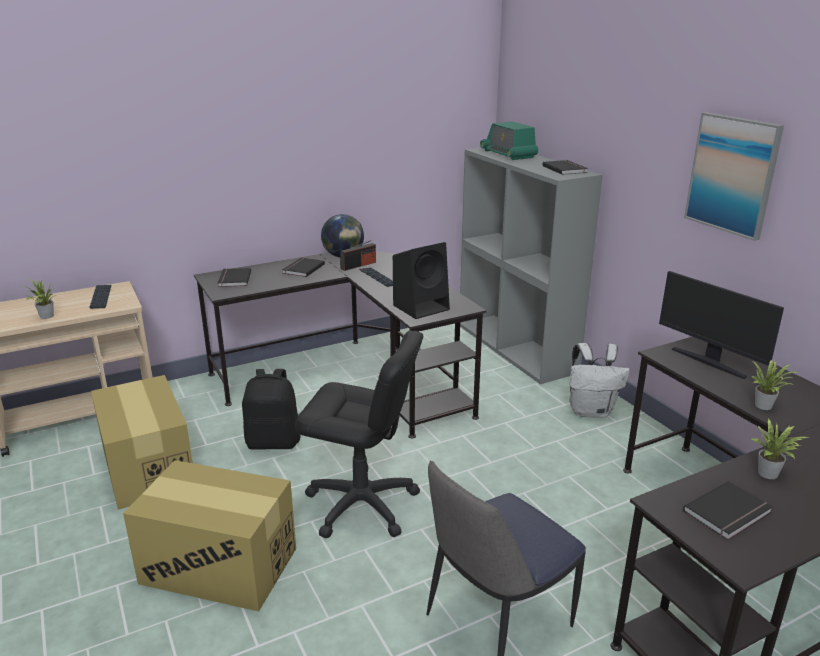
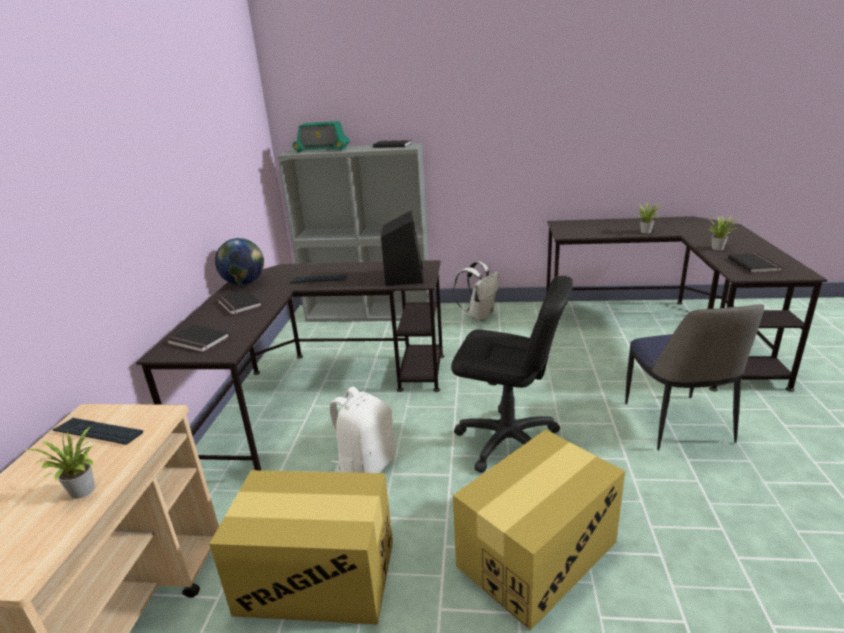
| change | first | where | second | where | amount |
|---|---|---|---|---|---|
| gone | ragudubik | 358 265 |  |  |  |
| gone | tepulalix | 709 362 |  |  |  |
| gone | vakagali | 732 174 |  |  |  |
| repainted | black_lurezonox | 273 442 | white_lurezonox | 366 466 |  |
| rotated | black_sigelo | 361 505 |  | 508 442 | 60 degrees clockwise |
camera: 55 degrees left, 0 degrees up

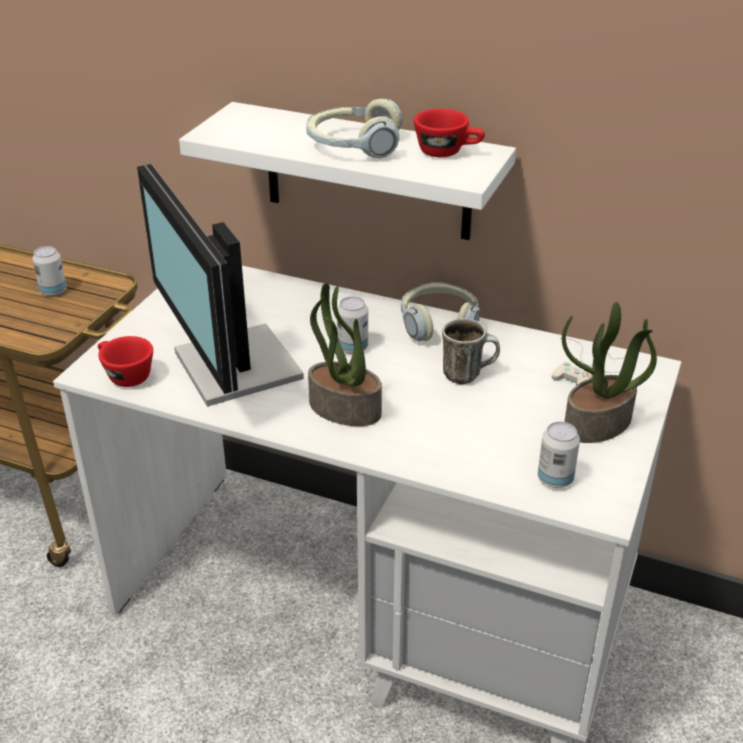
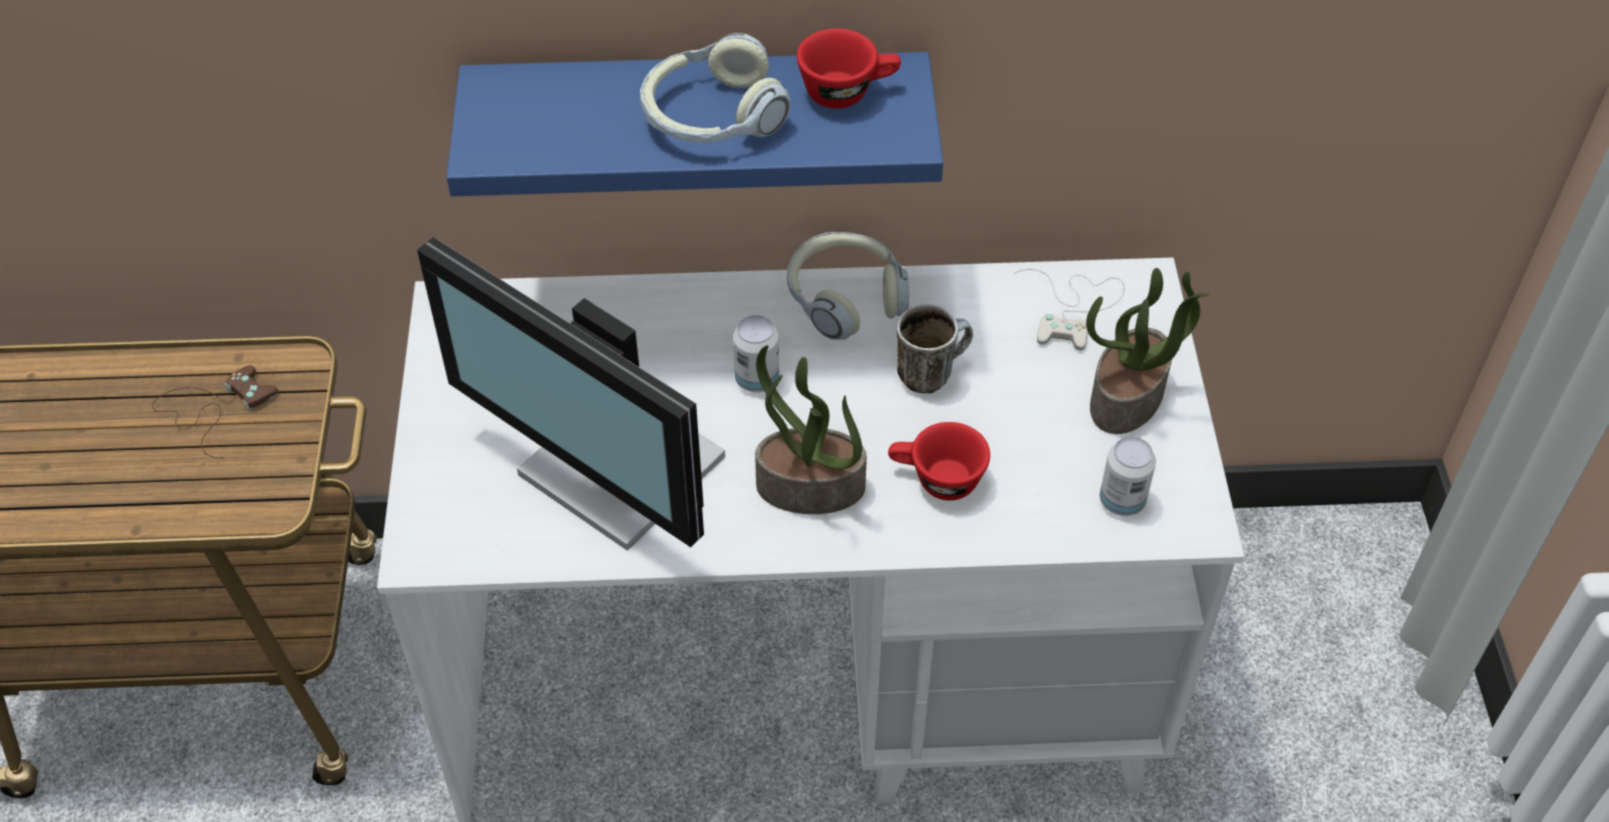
| change | first | where | second | where | amount |
|---|---|---|---|---|---|
| shifted | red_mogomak | 124 375 |  | 936 480 |  |
| swapped | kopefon | 53 291 | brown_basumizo | 213 409 |  |
| repainted | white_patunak | 367 172 | blue_patunak | 698 119 |  |
camera: 25 degrees left, 15 degrees up

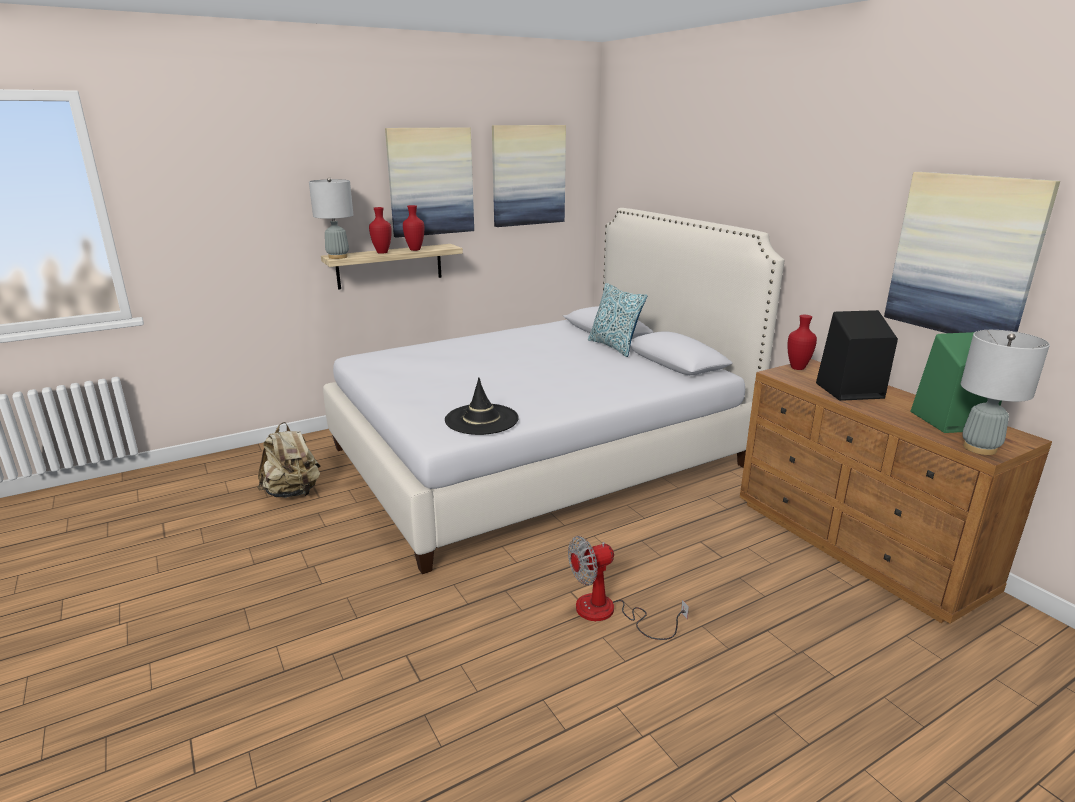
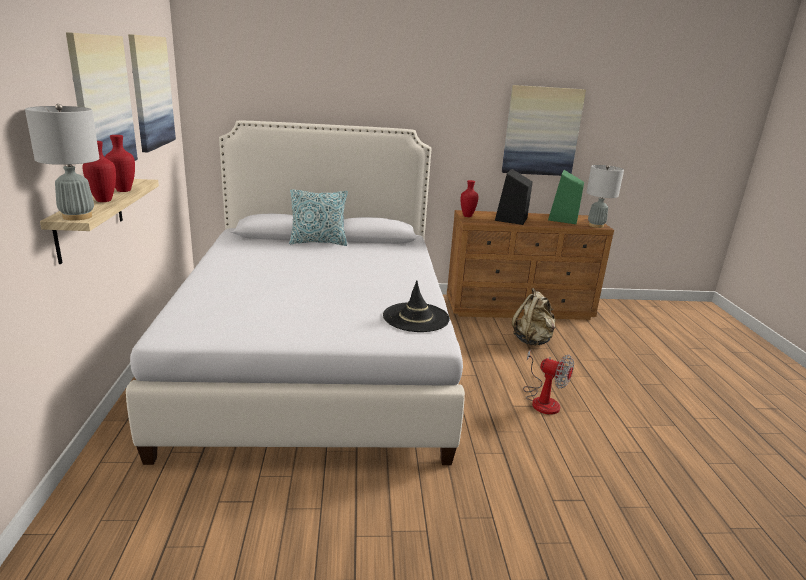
| change | first | where | second | where | amount |
|---|---|---|---|---|---|
| shifted | beige_lurezonox | 293 493 |  | 532 340 |  |
| rotated | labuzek | 608 613 |  | 542 400 | 60 degrees counterclockwise |
camera: 65 degrees left, 0 degrees up

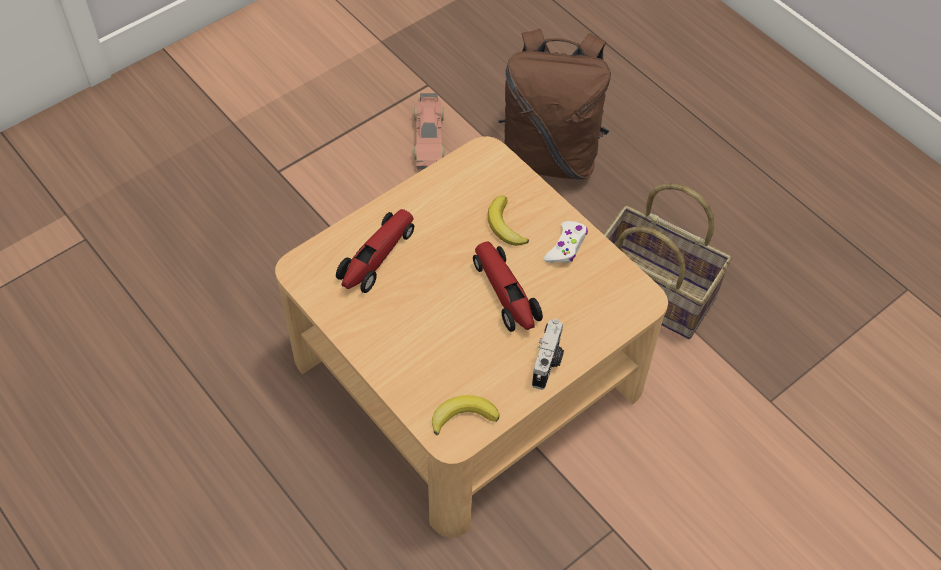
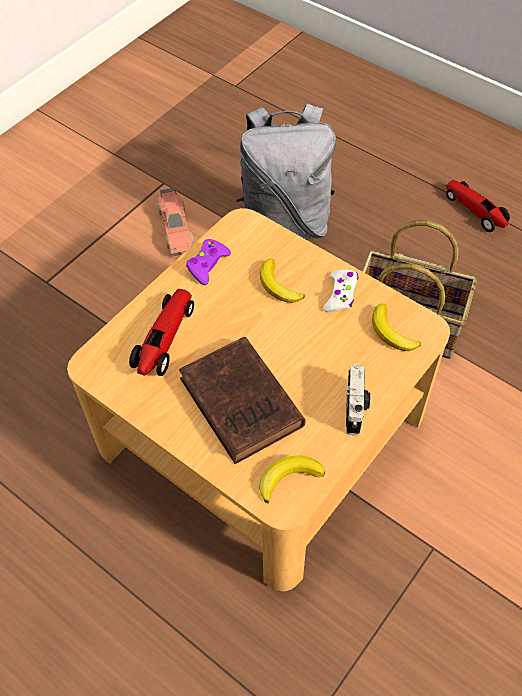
| change | first | where | second | where | amount |
|---|---|---|---|---|---|
| new |  |  | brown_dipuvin | 243 405 |  |
| new |  |  | purple_basumizo | 207 265 |  |
| new |  |  | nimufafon | 391 332 |  |
| shifted | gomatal | 506 294 |  | 475 211 |  |
| repainted | brown_lurezonox | 550 155 | grey_lurezonox | 285 223 |  |
camera: 10 degrees left, 0 degrees up

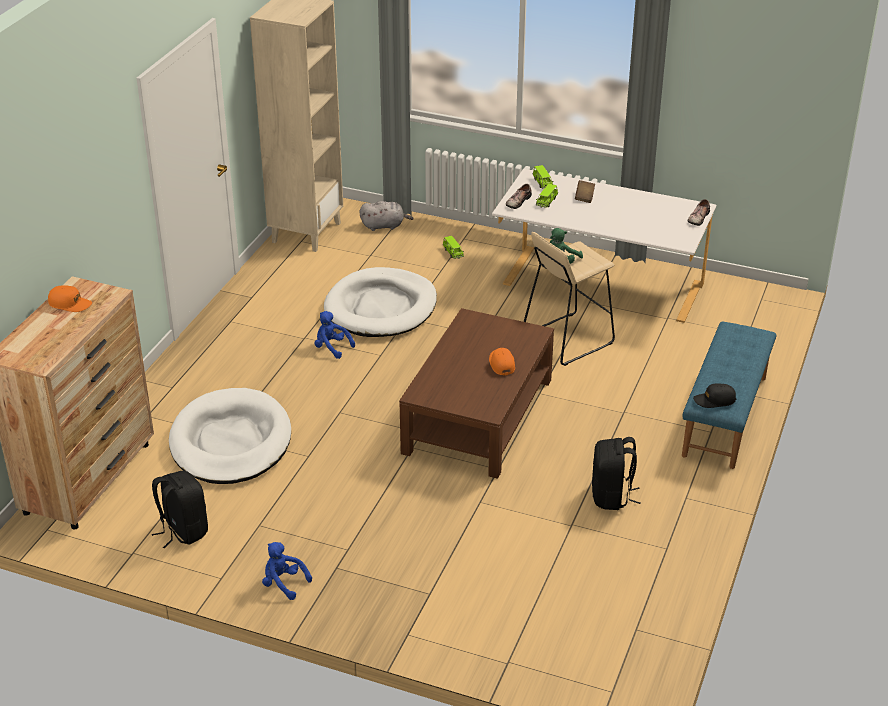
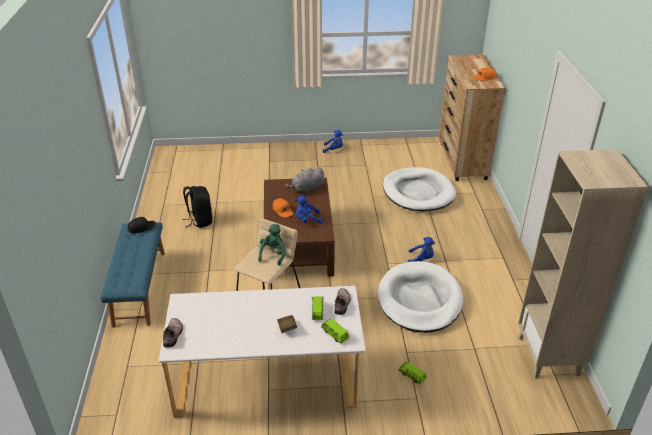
| change | first | where | second | where | amount |
|---|---|---|---|---|---|
| gone | black_lurezonox | 183 531 |  |  |  |
| new |  |  | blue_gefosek | 307 220 |  |
| shifted | grey_gefosek | 384 226 |  | 307 189 |  |
camera: 155 degrees right, 0 degrees up

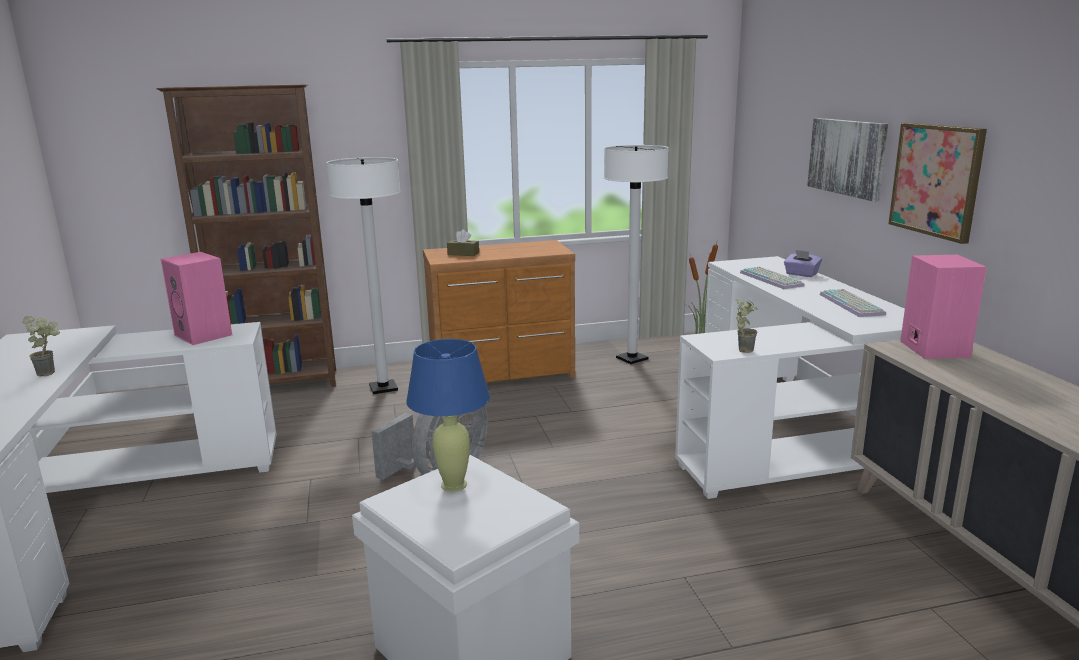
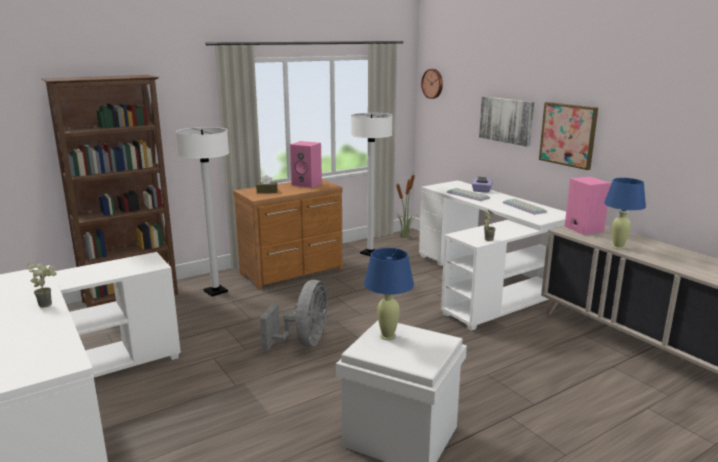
| change | first | where | second | where | amount |
|---|---|---|---|---|---|
| new |  |  | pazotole | 433 83 |  |
| new |  |  | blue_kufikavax | 618 247 |  |
| shifted | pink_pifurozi | 205 335 |  | 307 184 |  |
camera: 20 degrees left, 0 degrees up

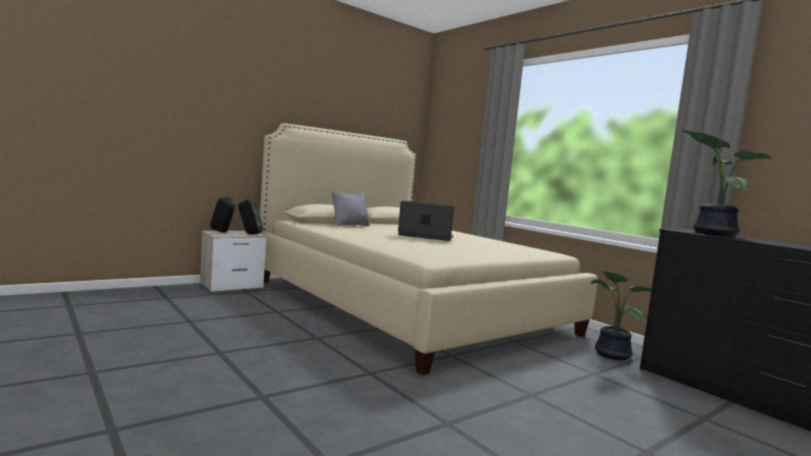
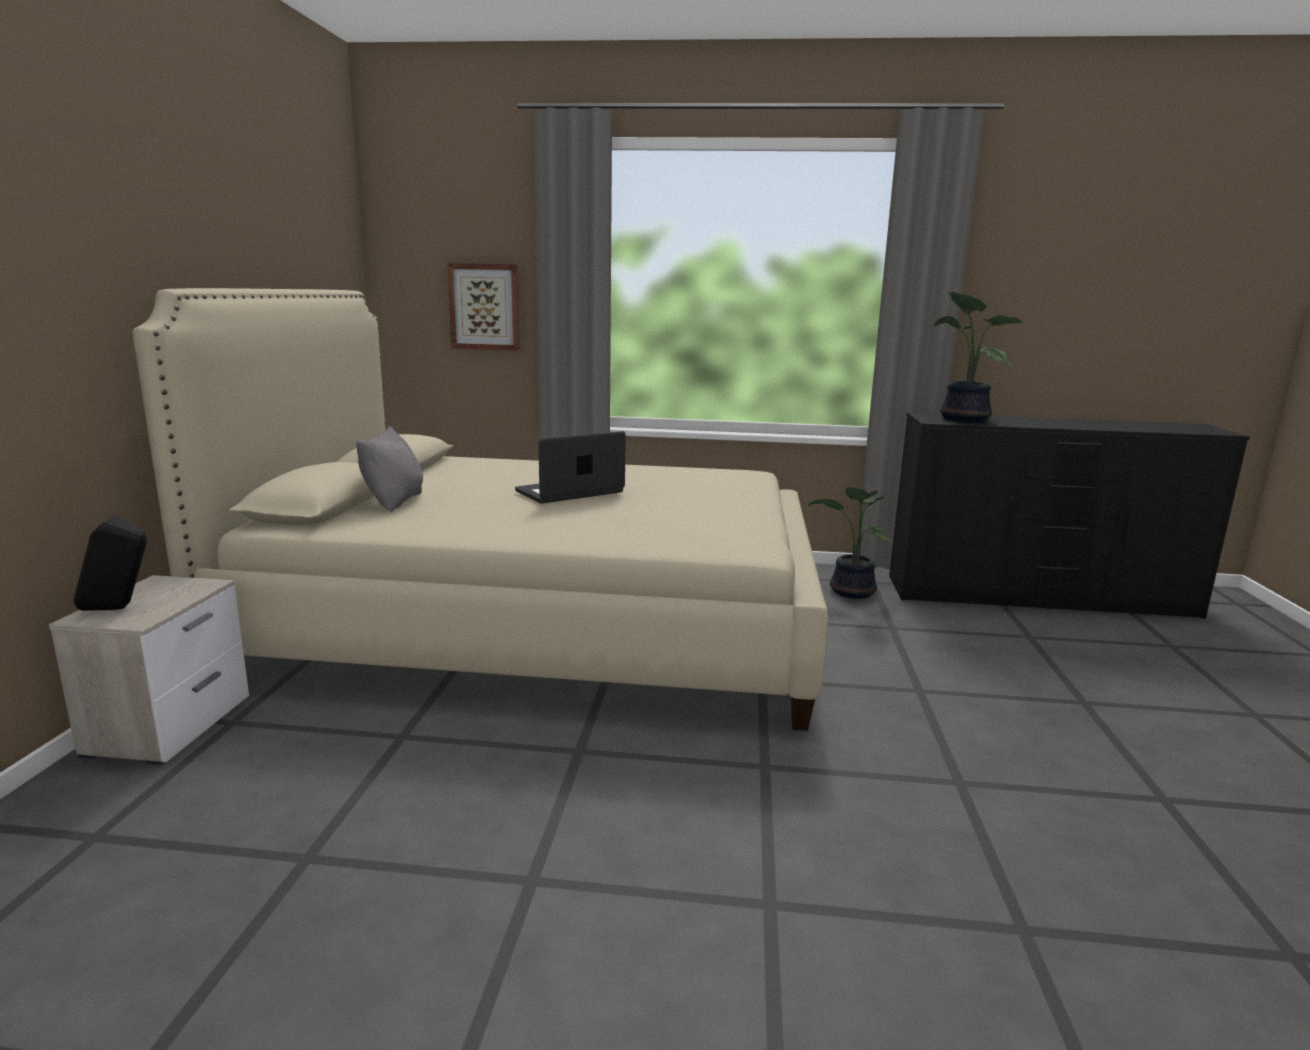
| change | first | where | second | where | amount |
|---|---|---|---|---|---|
| gone | black_pifurozi | 249 234 |  |  |  |
| new |  |  | vakagali | 485 307 |  |
camera: 45 degrees left, 10 degrees up

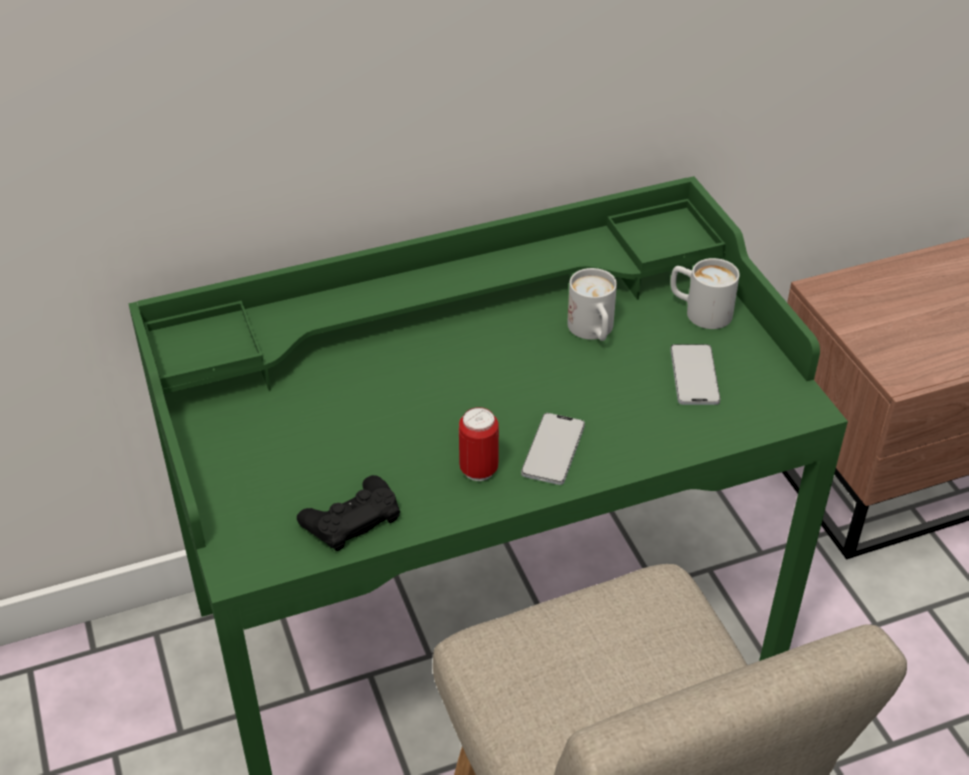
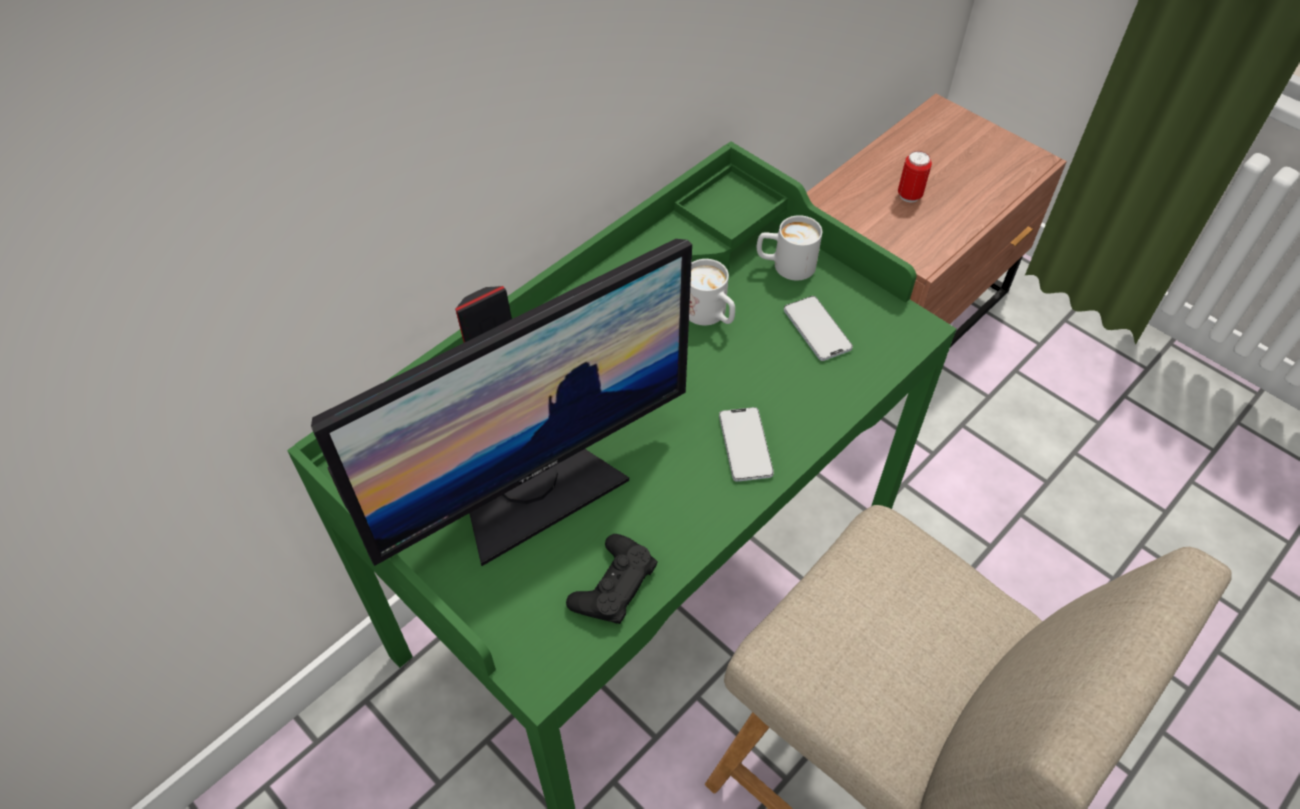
| change | first | where | second | where | amount |
|---|---|---|---|---|---|
| new |  |  | tepulalix | 534 491 |  |
| shifted | kopefon | 478 470 |  | 909 195 |  |
camera: 25 degrees left, 10 degrees up

